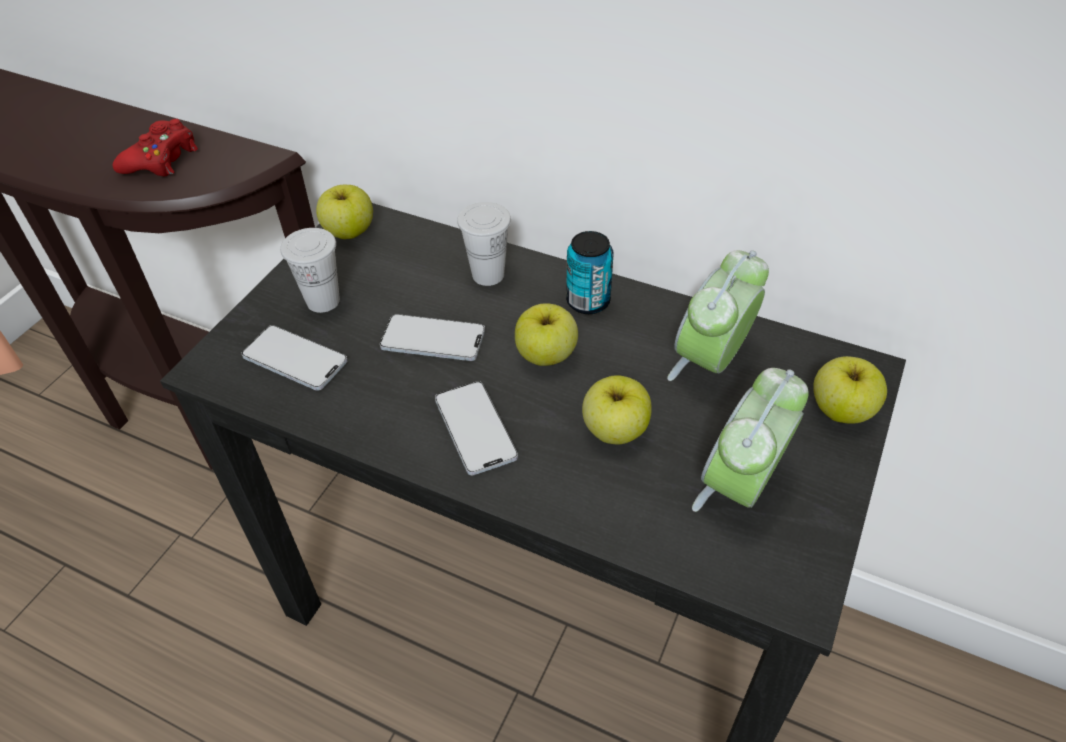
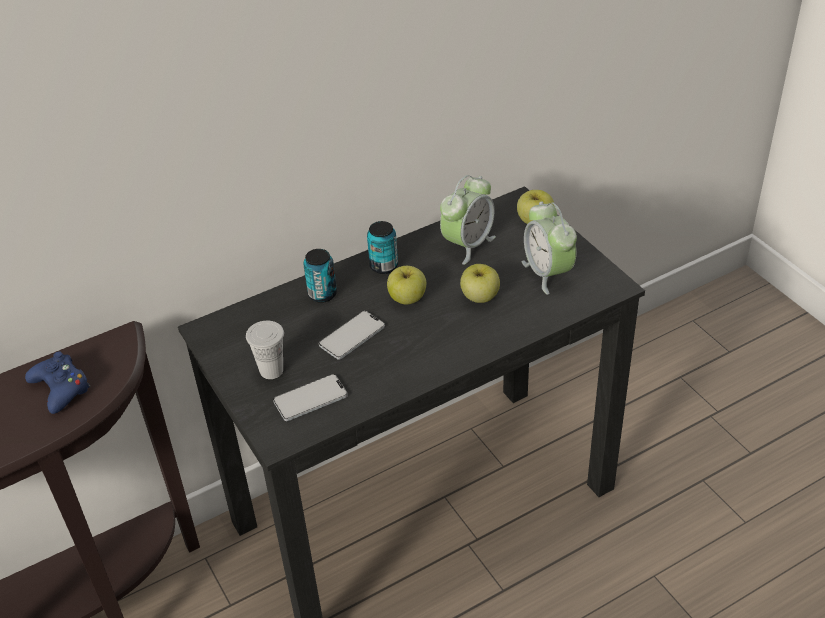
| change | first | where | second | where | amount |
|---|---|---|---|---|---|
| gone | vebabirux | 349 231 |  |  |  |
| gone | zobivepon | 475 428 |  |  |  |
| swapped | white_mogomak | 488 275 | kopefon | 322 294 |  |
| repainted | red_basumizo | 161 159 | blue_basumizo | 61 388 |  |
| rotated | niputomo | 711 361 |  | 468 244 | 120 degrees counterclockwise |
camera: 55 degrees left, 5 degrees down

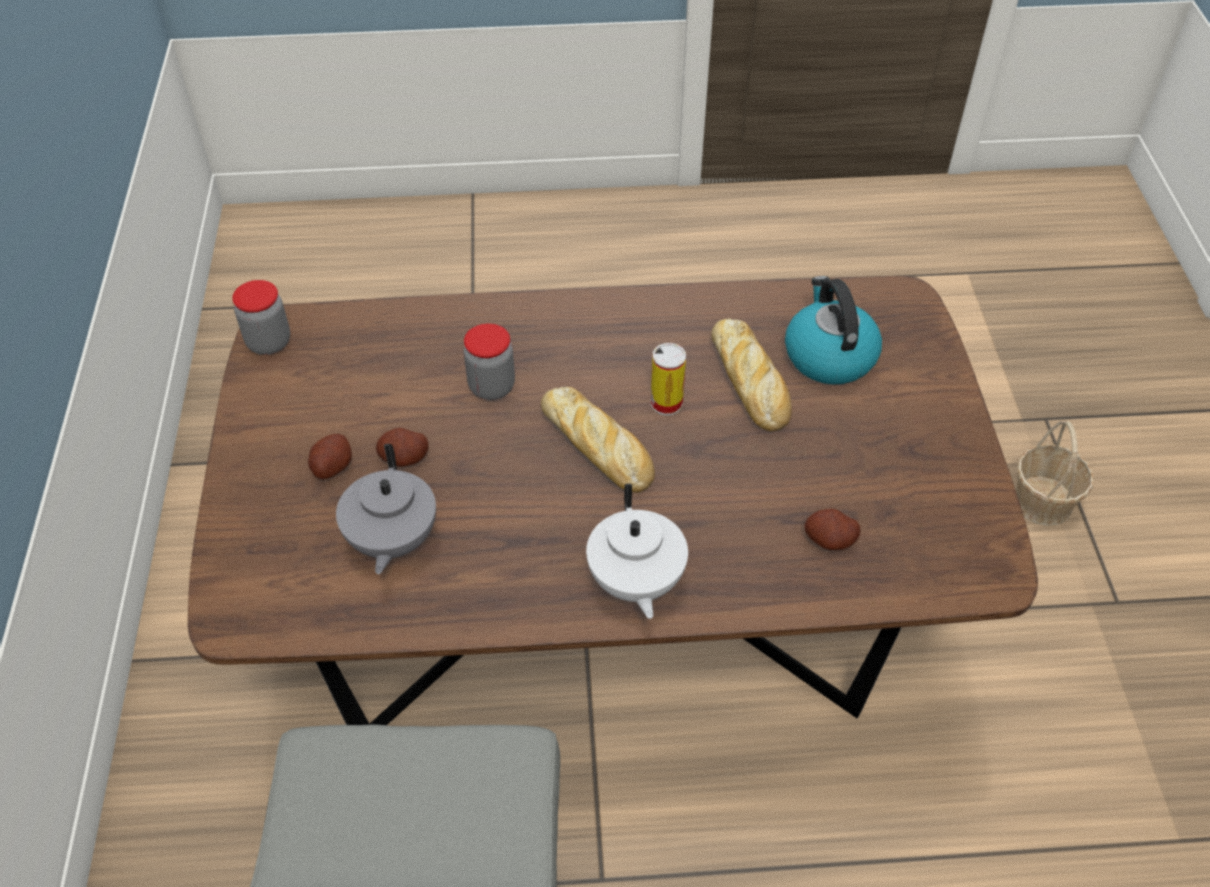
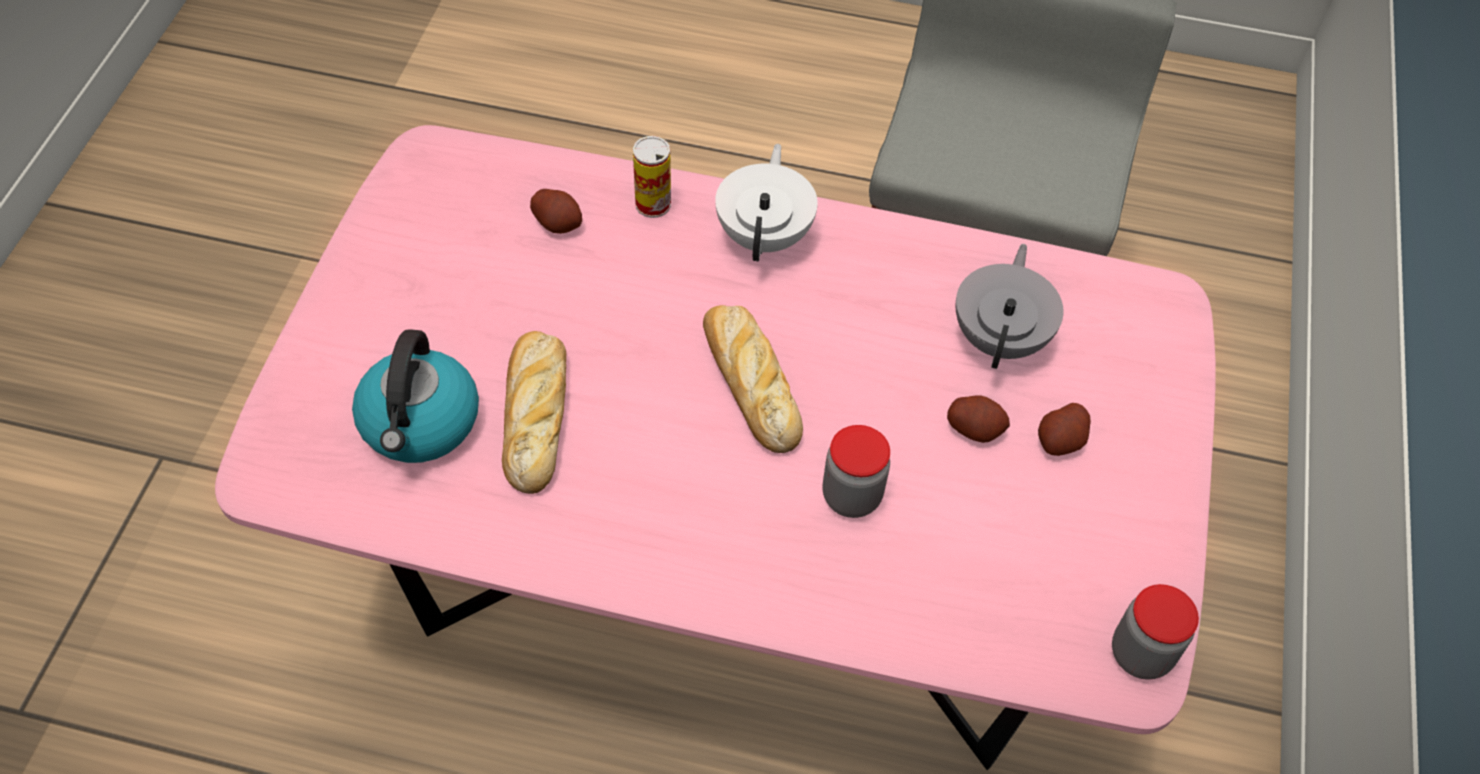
| change | first | where | second | where | amount |
|---|---|---|---|---|---|
| gone | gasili | 1042 501 |  |  |  |
| shifted | kopefon | 666 403 |  | 653 204 |  |
| repainted | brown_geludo | 603 635 | pink_geludo | 732 583 |  |
camera: 165 degrees left, 5 degrees up

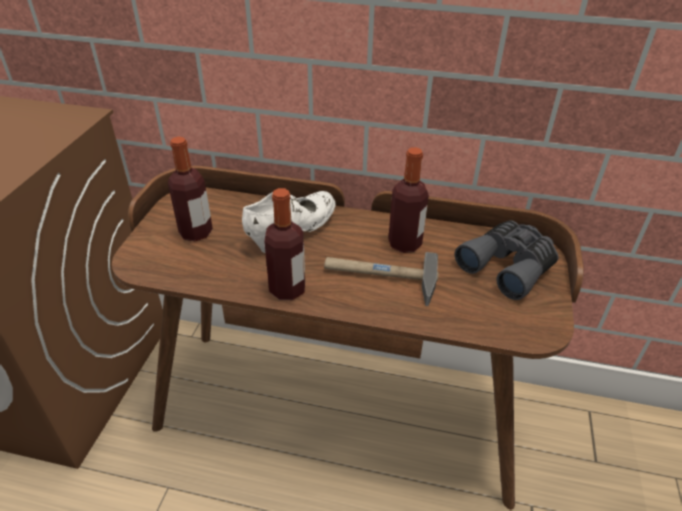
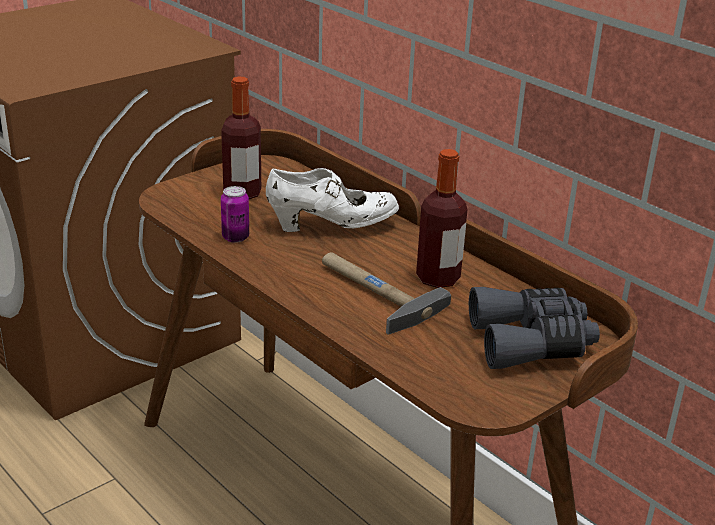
| change | first | where | second | where | amount |
|---|---|---|---|---|---|
| gone | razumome | 287 289 |  |  |  |
| new |  |  | kopefon | 235 237 |  |
camera: 35 degrees right, 10 degrees down

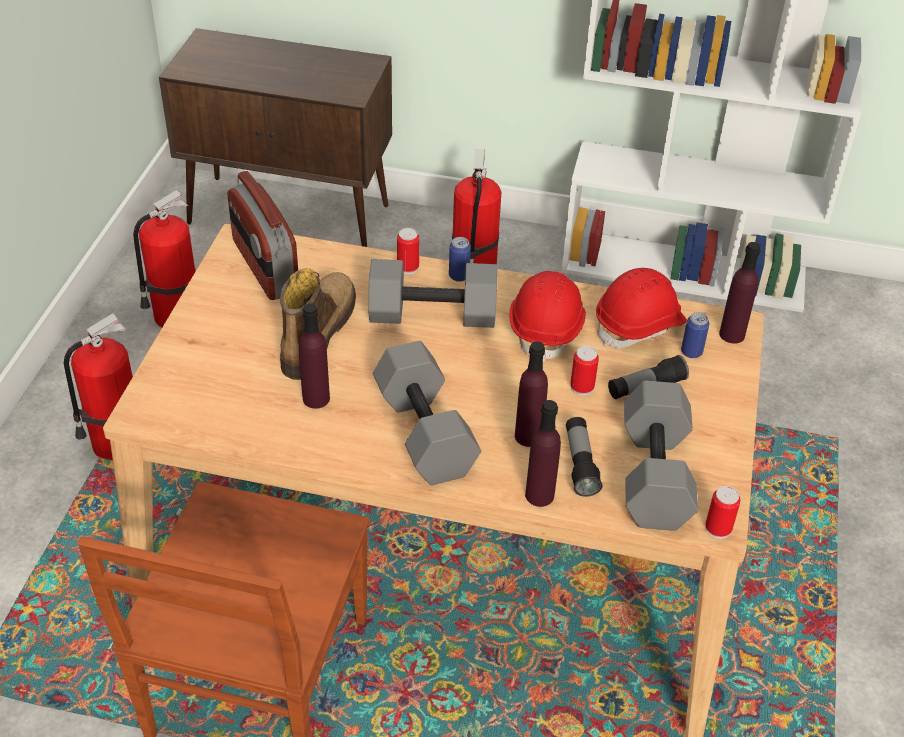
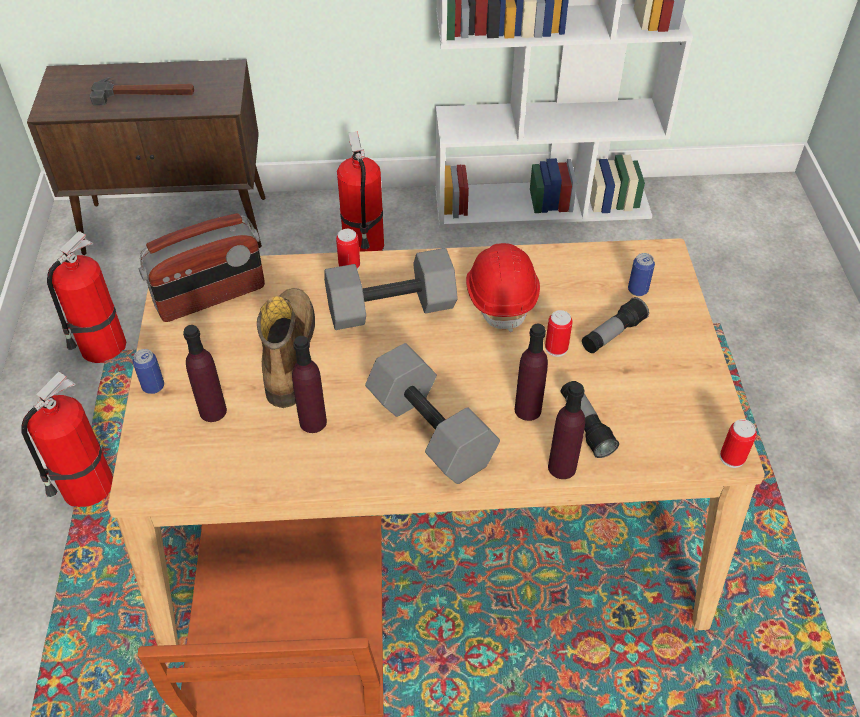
| change | first | where | second | where | amount |
|---|---|---|---|---|---|
| gone | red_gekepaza | 639 325 |  |  |  |
| gone | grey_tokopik | 657 476 |  |  |  |
| new |  |  | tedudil | 144 94 |  |
| shifted | kopefon | 459 276 |  | 153 386 |  |
| shifted | purple_razumome | 732 334 |  | 213 411 |  |
| rotated | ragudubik | 264 267 |  | 211 297 | 75 degrees counterclockwise |
camera: 15 degrees left, 5 degrees up

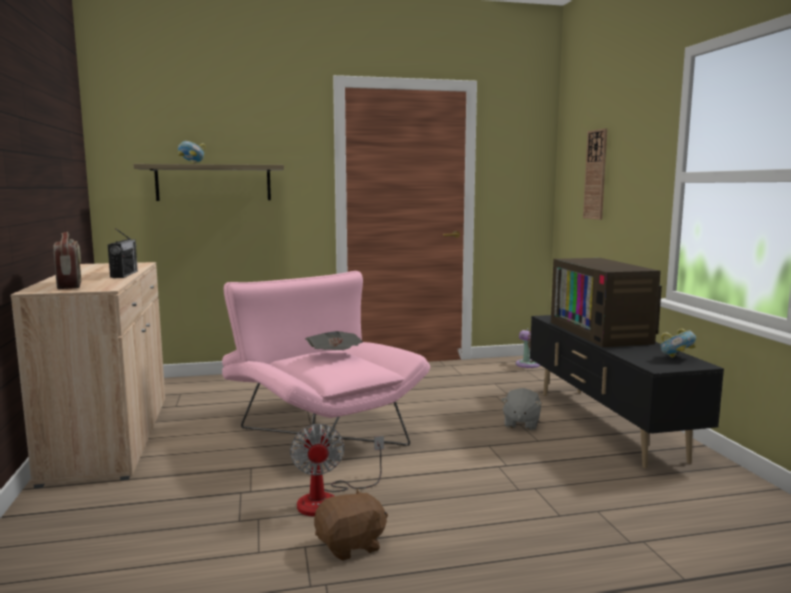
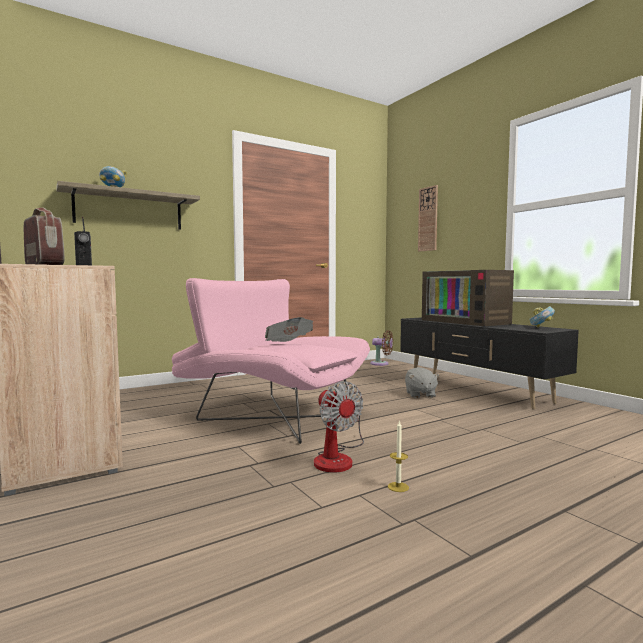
| change | first | where | second | where | amount |
|---|---|---|---|---|---|
| swapped | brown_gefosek | 351 545 | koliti | 398 487 |  |
camera: 20 degrees left, 5 degrees down

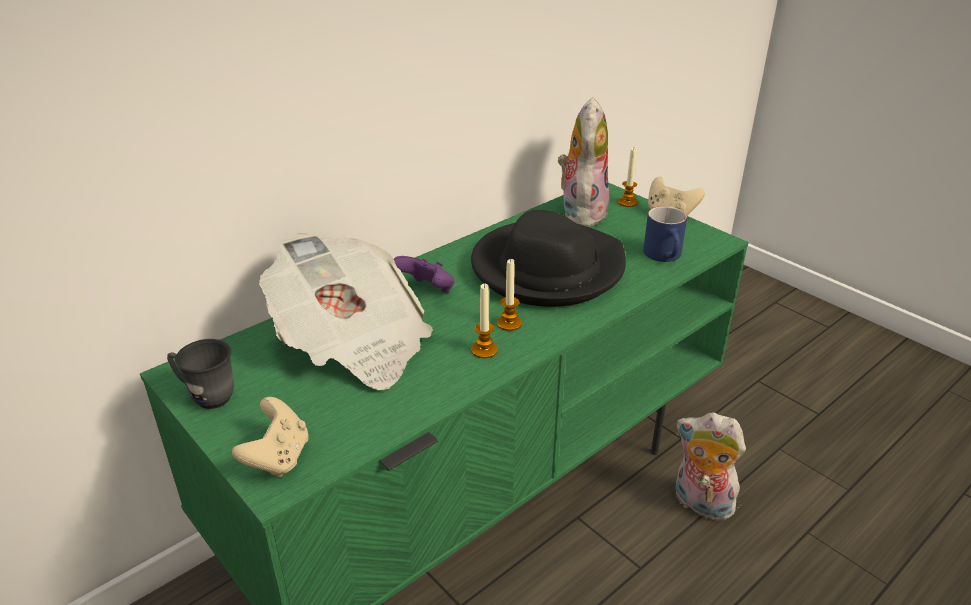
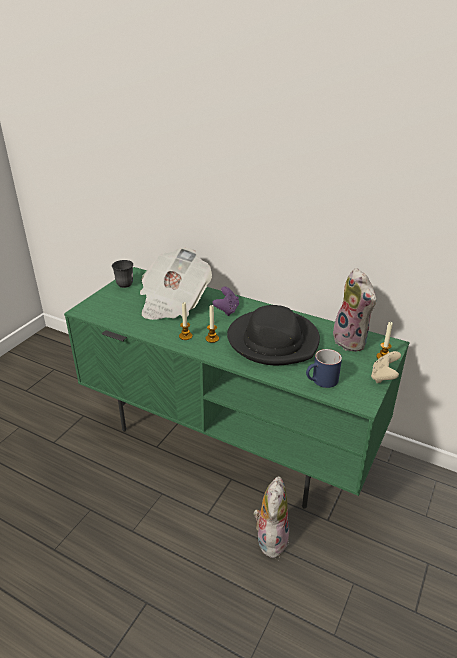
| change | first | where | second | where | amount |
|---|---|---|---|---|---|
| gone | beige_basumizo | 278 458 |  |  |  |
| rotated | gefosek | 581 211 |  | 352 341 | 75 degrees clockwise |
camera: 70 degrees right, 0 degrees up

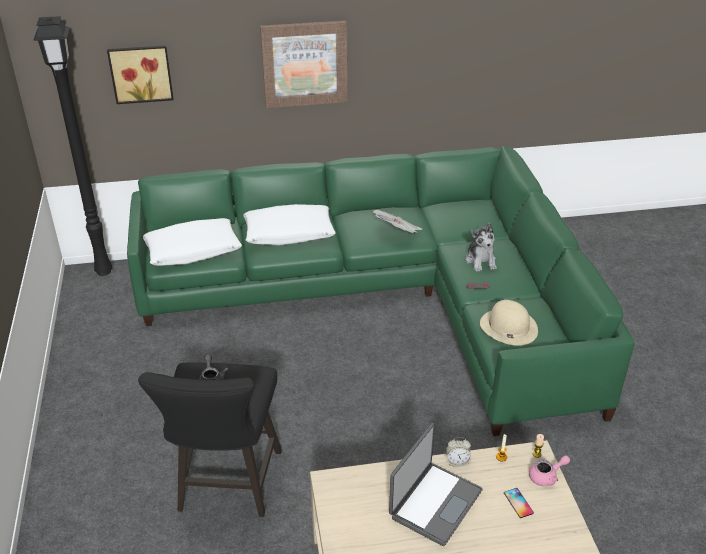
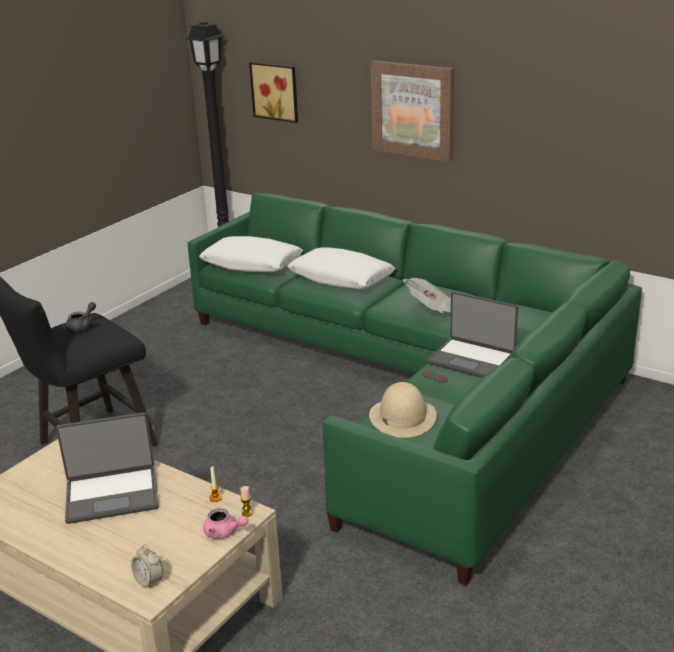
| change | first | where | second | where | amount |
|---|---|---|---|---|---|
| gone | zobivepon | 518 503 |  |  |  |
| shifted | niputomo | 457 462 |  | 149 581 |  |
| swapped | gefosek | 481 261 | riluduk | 472 359 |  |
camera: 45 degrees right, 10 degrees down

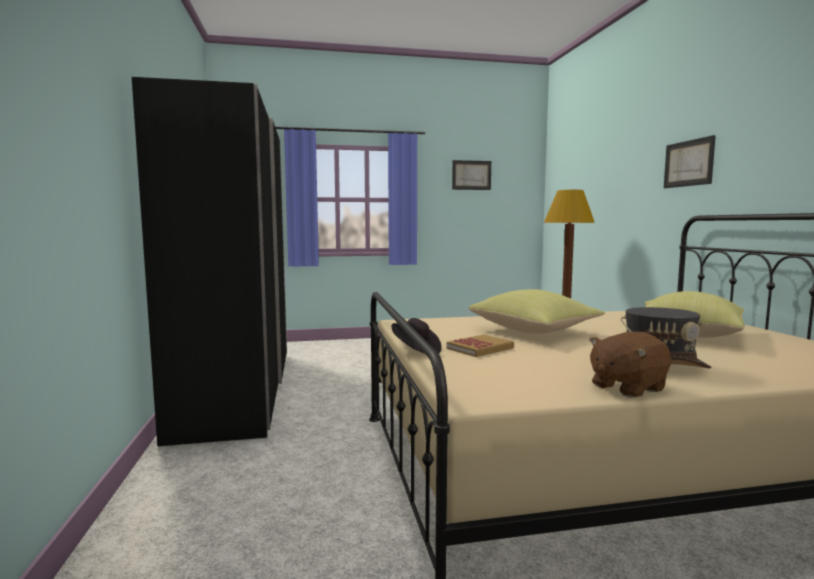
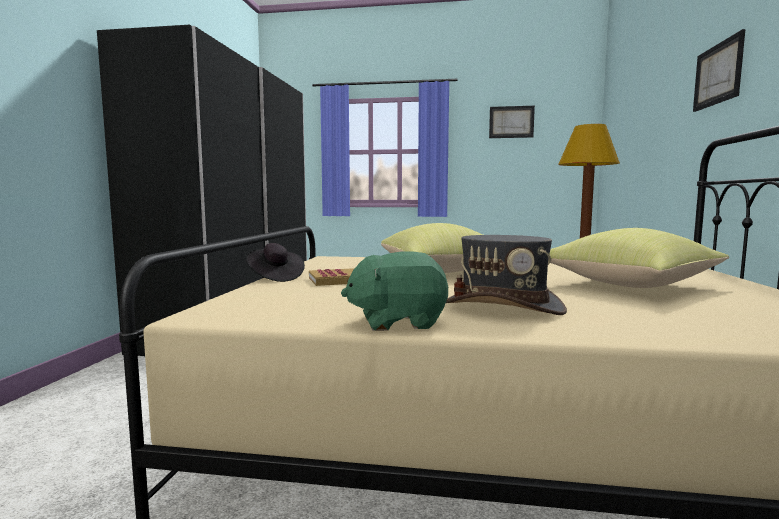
| change | first | where | second | where | amount |
|---|---|---|---|---|---|
| repainted | brown_gefosek | 626 387 | green_gefosek | 397 322 |  |
camera: 20 degrees right, 0 degrees up

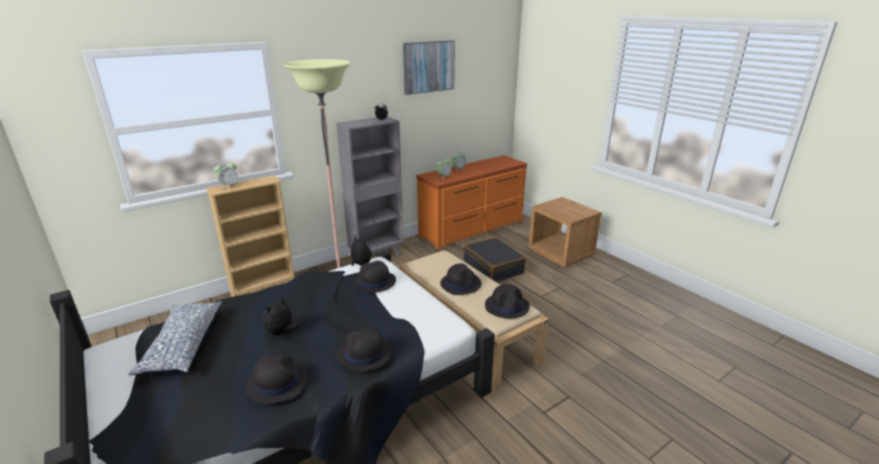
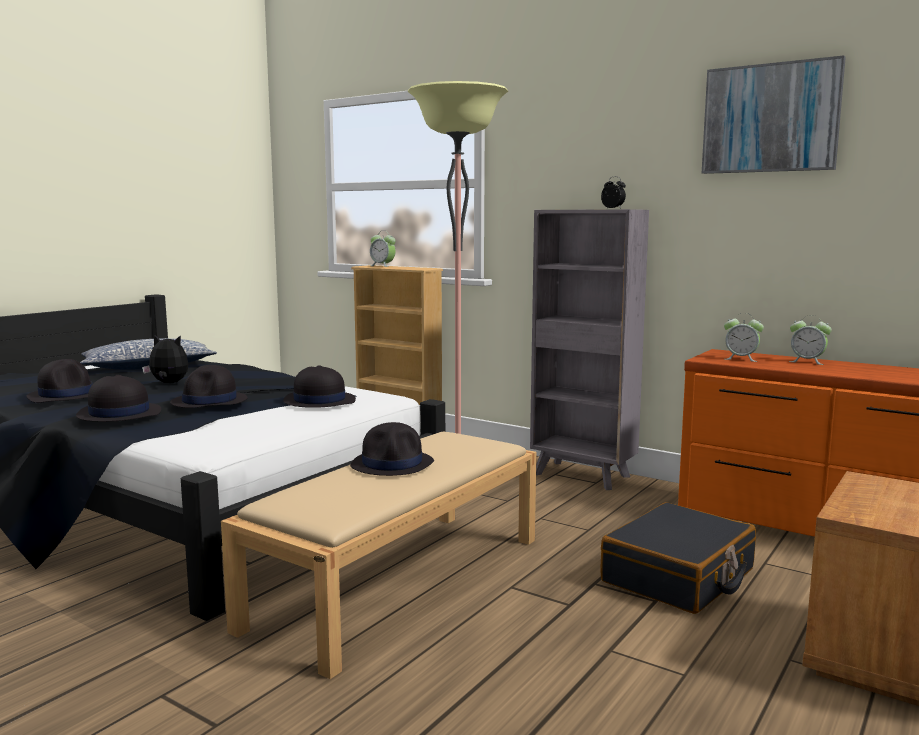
| change | first | where | second | where | amount |
|---|---|---|---|---|---|
| gone | gefosek | 360 264 |  |  |  |
| shifted | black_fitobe | 507 306 |  | 210 402 |  |
camera: 70 degrees right, 15 degrees down

